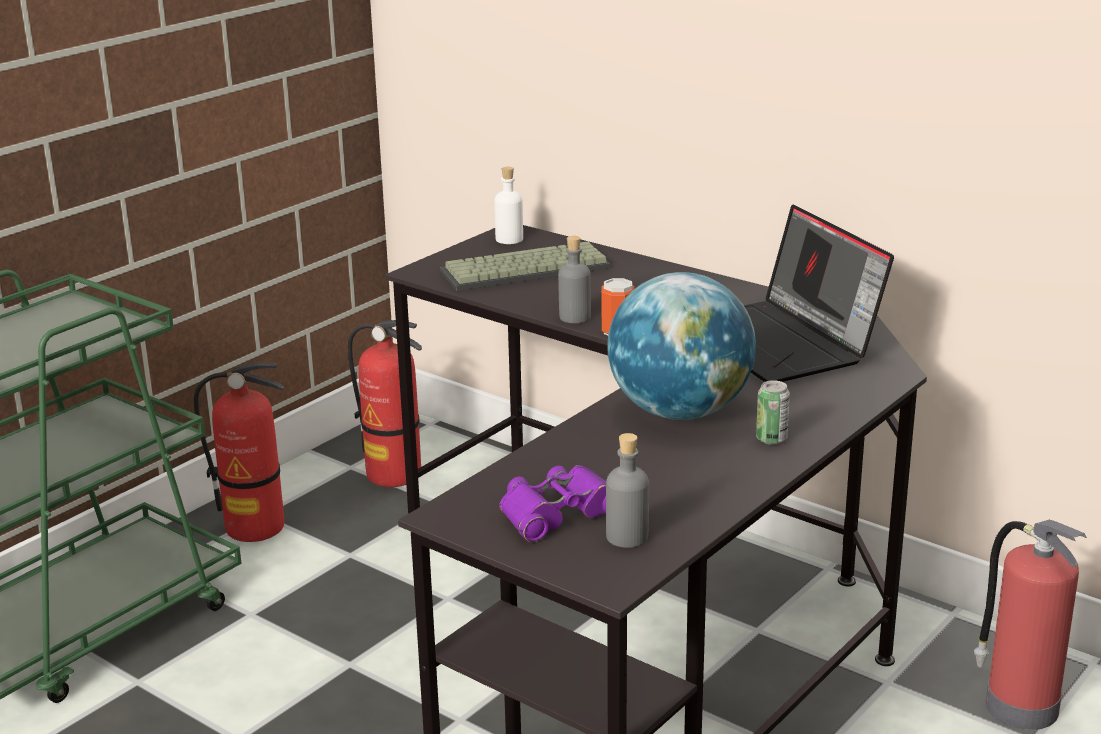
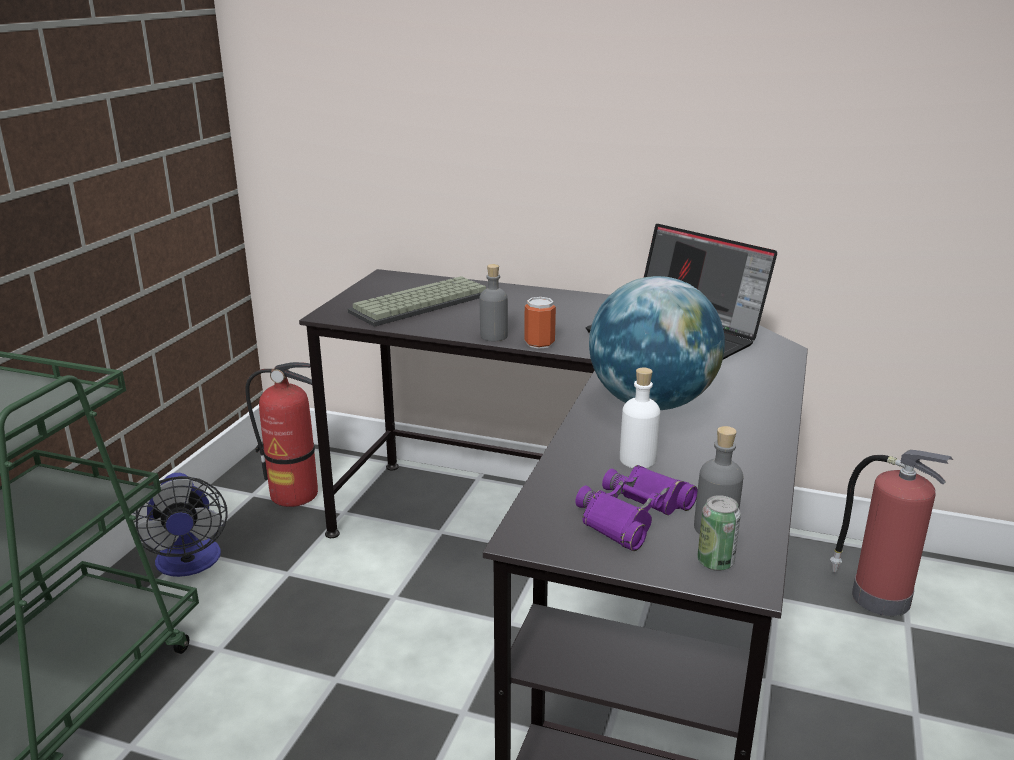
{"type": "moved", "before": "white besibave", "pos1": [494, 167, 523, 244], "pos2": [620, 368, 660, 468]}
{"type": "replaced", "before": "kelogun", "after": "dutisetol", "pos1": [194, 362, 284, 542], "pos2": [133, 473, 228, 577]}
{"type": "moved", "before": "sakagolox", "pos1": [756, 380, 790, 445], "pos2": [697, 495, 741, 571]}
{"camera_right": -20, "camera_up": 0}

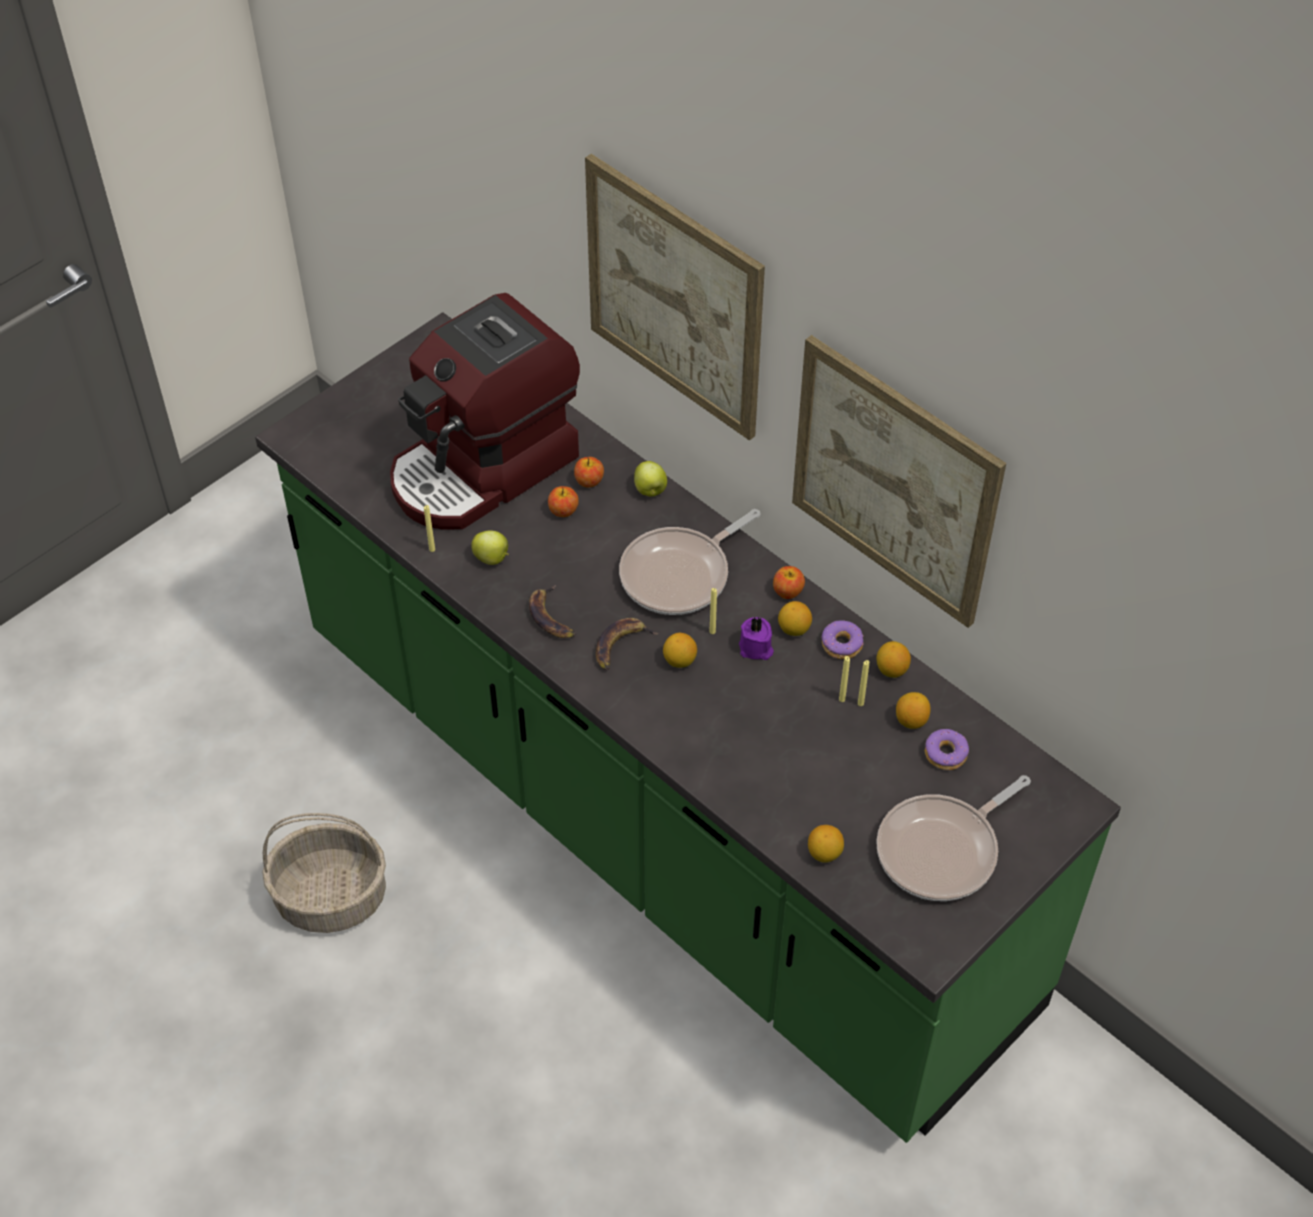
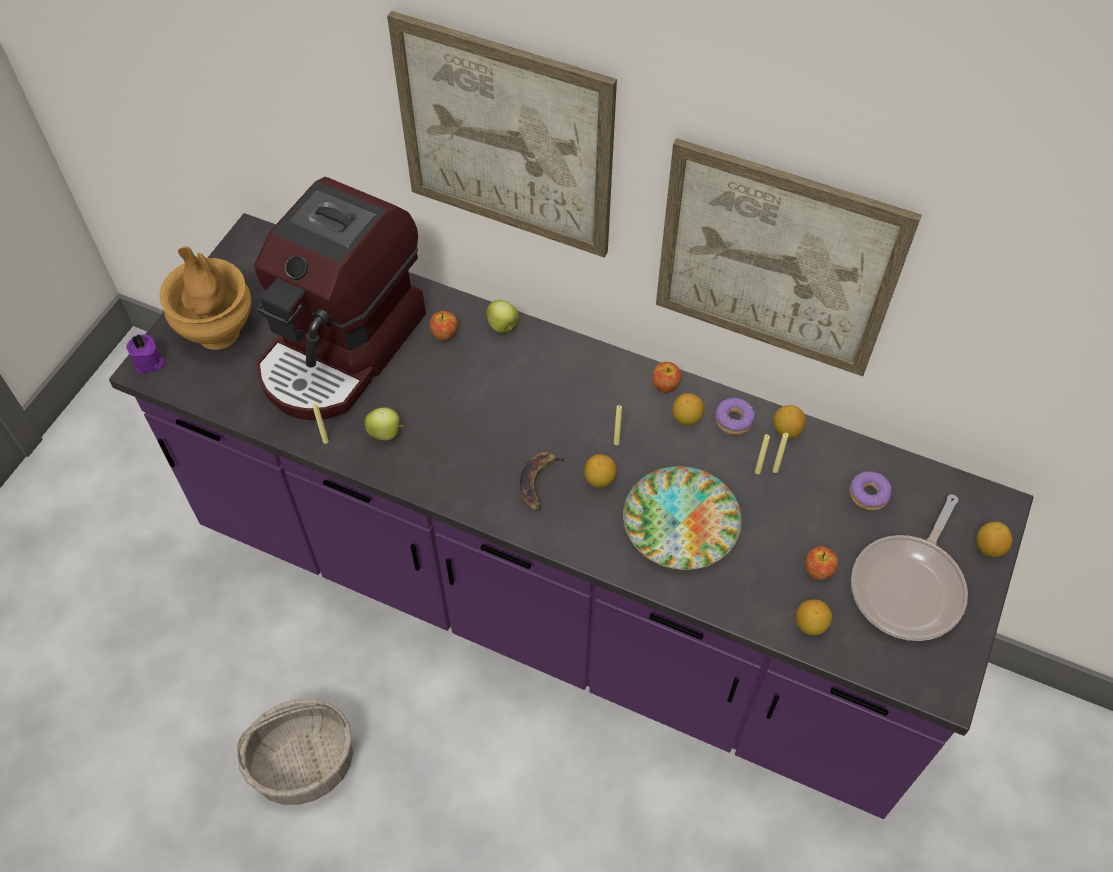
{"type": "recoloured", "before": "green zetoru", "after": "purple zetoru", "pos1": [255, 312, 1121, 1143], "pos2": [109, 213, 1034, 819]}
{"type": "moved", "before": "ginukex", "pos1": [548, 486, 579, 517], "pos2": [805, 546, 838, 580]}
{"type": "removed", "before": "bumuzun", "pos1": [619, 509, 761, 615]}
{"type": "removed", "before": "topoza", "pos1": [529, 585, 576, 638]}
{"type": "moved", "before": "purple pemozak", "pos1": [739, 617, 774, 660], "pos2": [126, 334, 165, 373]}
{"type": "moved", "before": "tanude", "pos1": [896, 692, 931, 729], "pos2": [976, 522, 1012, 557]}
{"type": "added", "after": "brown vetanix", "pos2": [159, 247, 251, 350]}
{"type": "added", "after": "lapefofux", "pos2": [623, 466, 742, 570]}
{"camera_right": -20, "camera_up": 5}

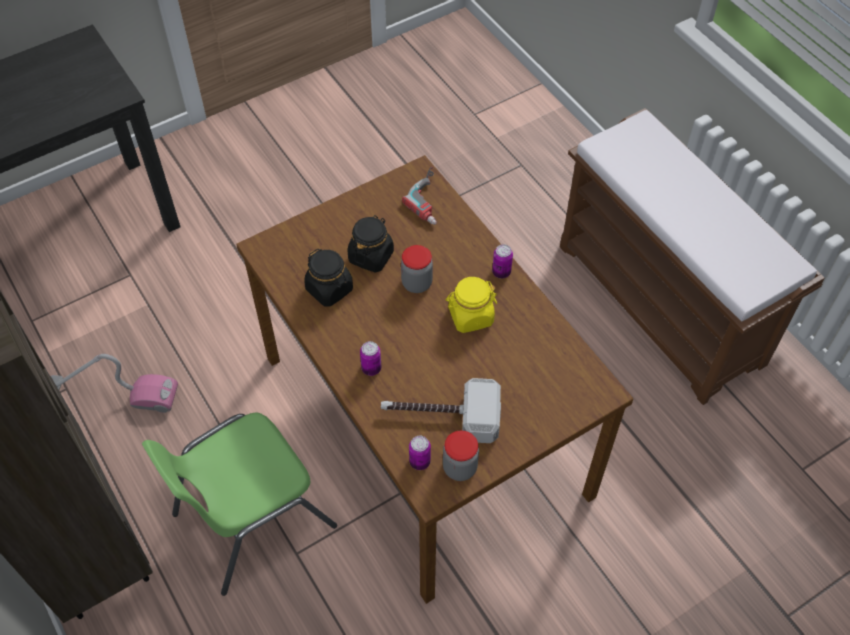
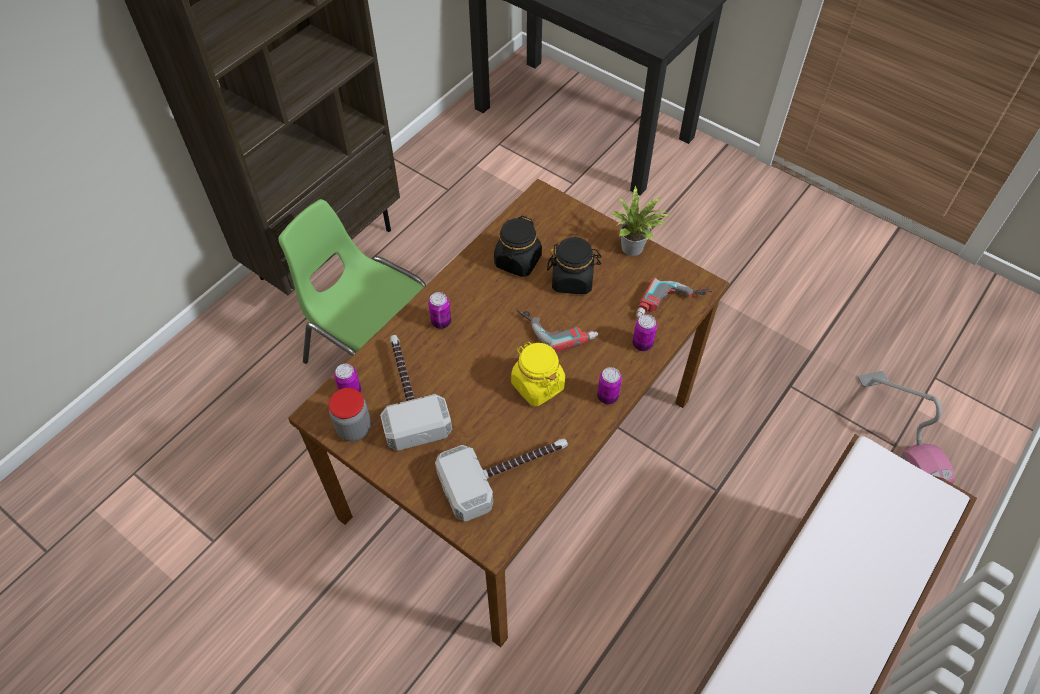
{"type": "replaced", "before": "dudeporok", "after": "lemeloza", "pos1": [401, 245, 433, 293], "pos2": [517, 309, 598, 353]}
{"type": "moved", "before": "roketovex", "pos1": [51, 354, 178, 413], "pos2": [858, 371, 955, 483]}
{"type": "added", "after": "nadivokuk", "pos2": [612, 186, 670, 256]}
{"type": "added", "after": "sakagolox", "pos2": [633, 314, 657, 351]}
{"type": "added", "after": "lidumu", "pos2": [435, 439, 568, 521]}
{"camera_right": 70, "camera_up": 0}

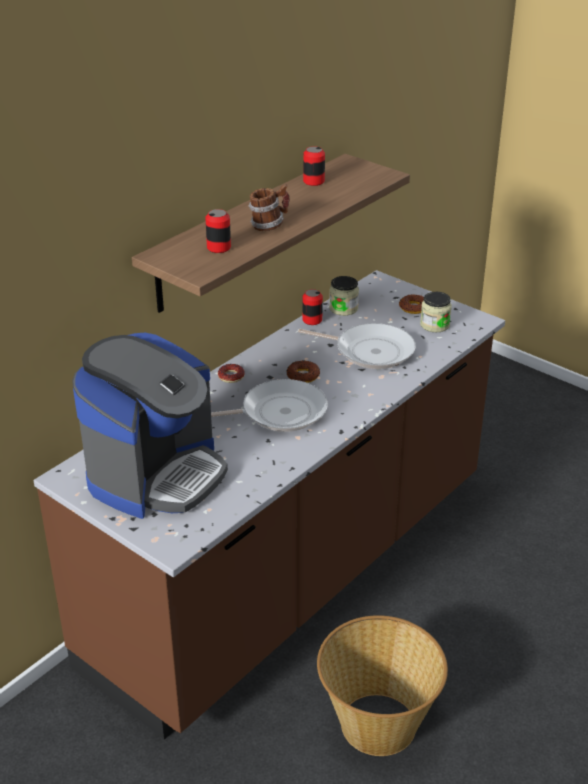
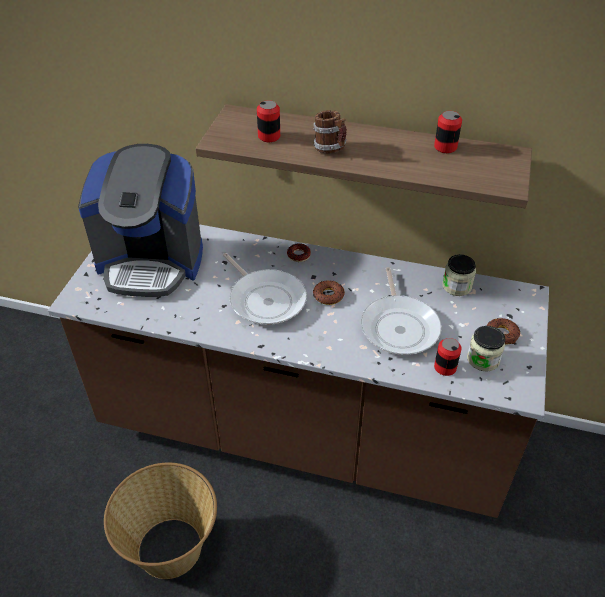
{"type": "moved", "before": "sakagolox", "pos1": [303, 289, 323, 325], "pos2": [434, 338, 462, 376]}
{"camera_right": 65, "camera_up": 10}

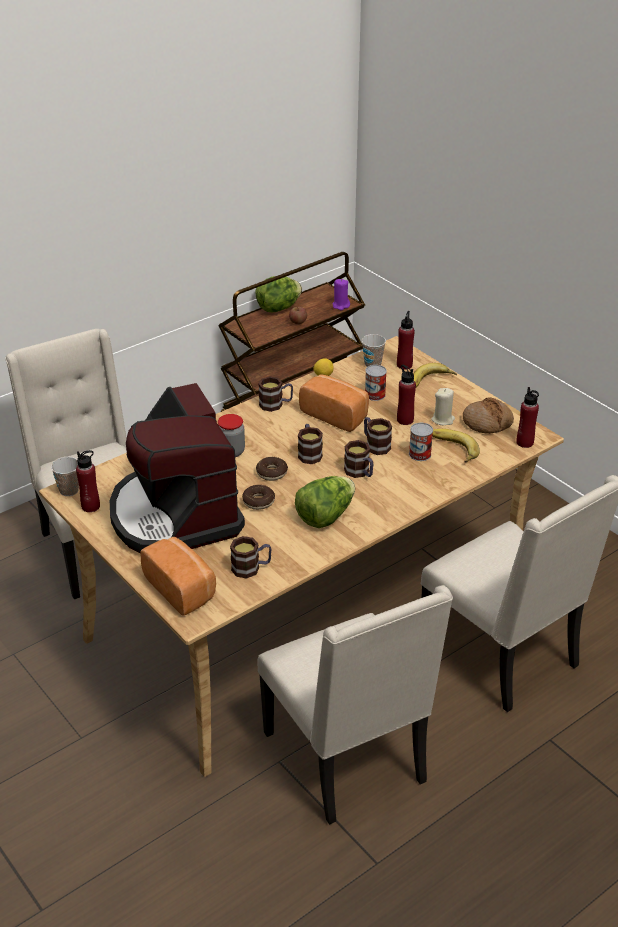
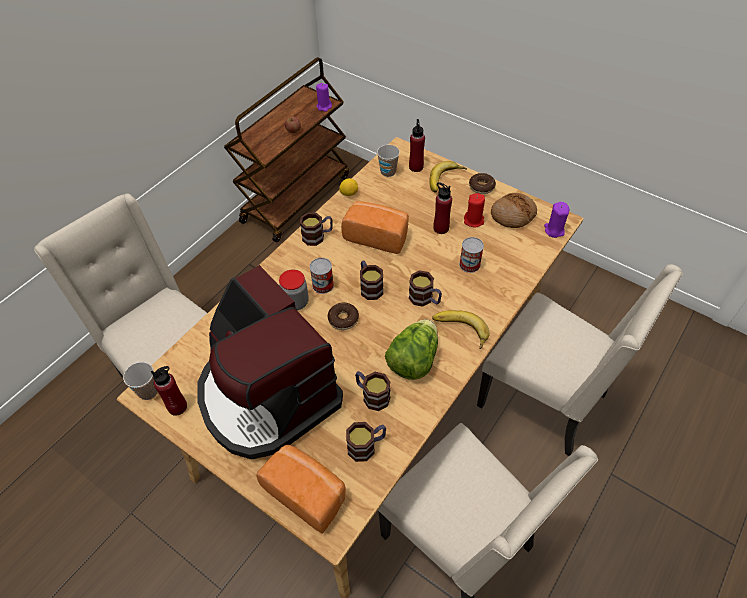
{"type": "removed", "before": "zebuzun", "pos1": [255, 276, 302, 312]}
{"type": "moved", "before": "sakagolox", "pos1": [365, 365, 387, 401], "pos2": [310, 258, 334, 294]}
{"type": "replaced", "before": "red besibave", "after": "purple pemozak", "pos1": [516, 387, 539, 448], "pos2": [544, 202, 569, 238]}
{"type": "recoloured", "before": "beige pemozak", "after": "red pemozak", "pos1": [431, 388, 455, 426], "pos2": [464, 193, 485, 227]}
{"type": "moved", "before": "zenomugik", "pos1": [364, 417, 392, 455], "pos2": [355, 371, 391, 411]}
{"type": "moved", "before": "topoza", "pos1": [432, 429, 480, 463], "pos2": [432, 310, 490, 349]}
{"type": "moved", "before": "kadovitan", "pos1": [242, 485, 275, 510], "pos2": [469, 173, 496, 194]}
{"camera_right": -15, "camera_up": 15}

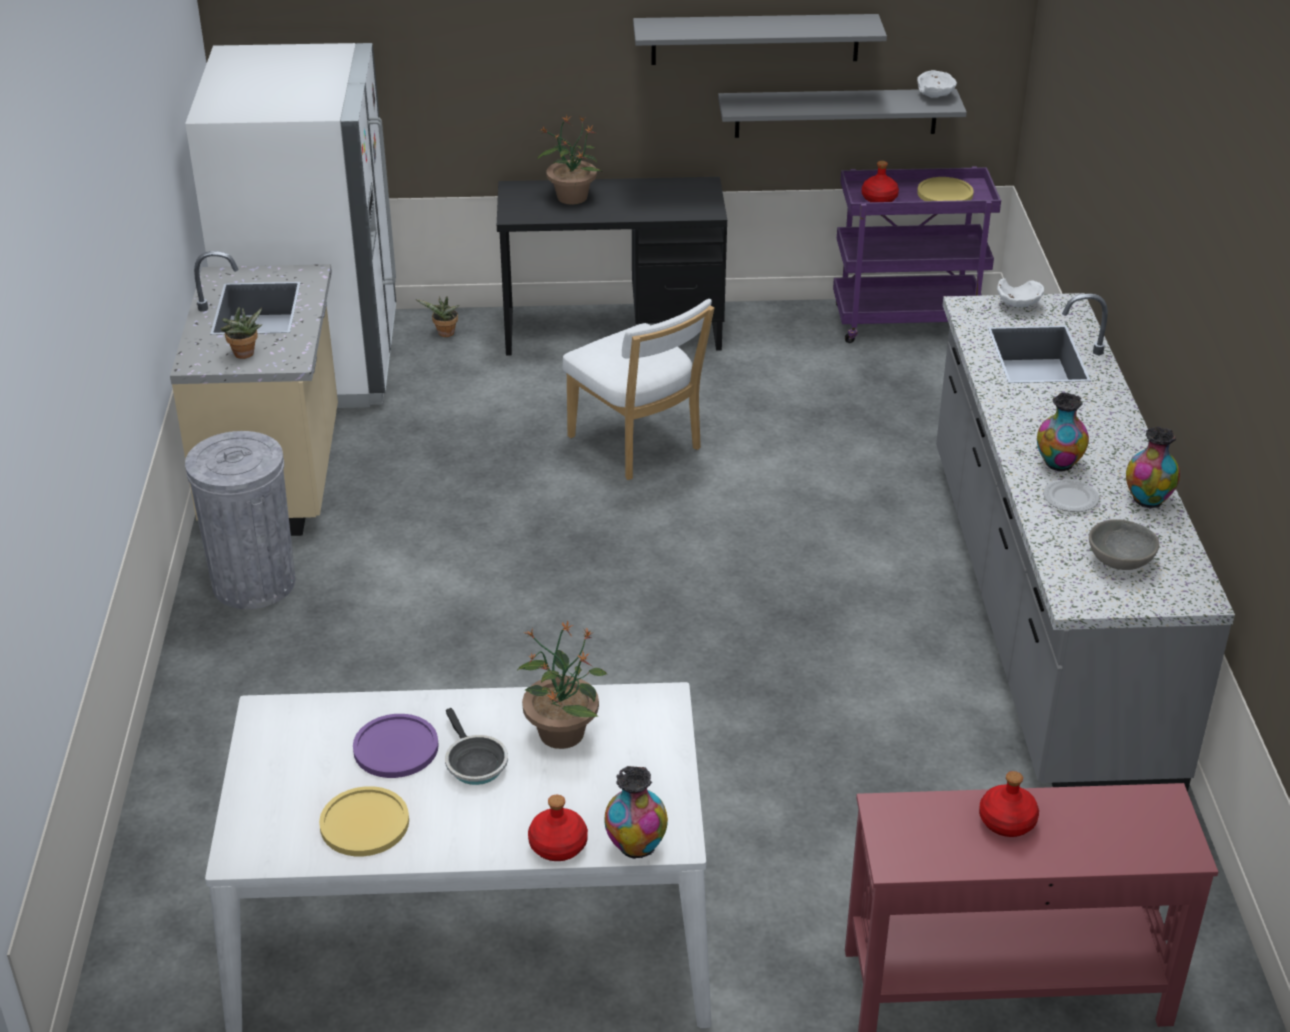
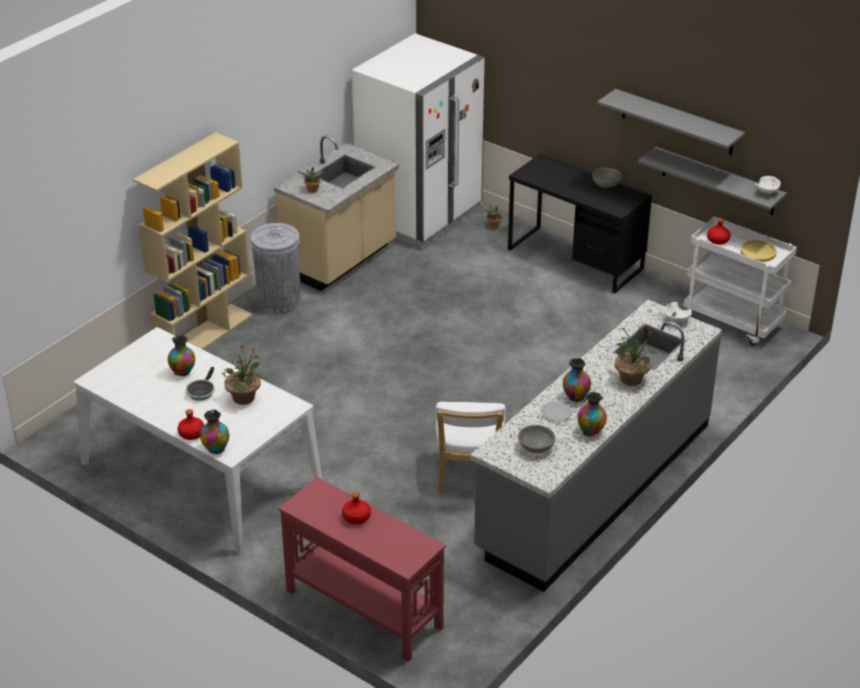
{"type": "moved", "before": "nadivokuk", "pos1": [537, 114, 601, 204], "pos2": [614, 326, 657, 386]}
{"type": "recoloured", "before": "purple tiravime", "after": "white tiravime", "pos1": [833, 166, 1001, 343], "pos2": [683, 217, 797, 346]}
{"type": "moved", "before": "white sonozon", "pos1": [562, 299, 714, 480], "pos2": [435, 402, 506, 493]}
{"type": "replaced", "before": "purple lapefofux", "after": "vetanix", "pos1": [353, 714, 439, 778], "pos2": [168, 335, 195, 376]}
{"type": "removed", "before": "yellow lapefofux", "pos1": [319, 786, 409, 856]}
{"type": "added", "after": "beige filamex", "pos2": [133, 132, 253, 350]}
{"type": "added", "after": "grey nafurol", "pos2": [592, 168, 622, 188]}
{"camera_right": 40, "camera_up": 0}

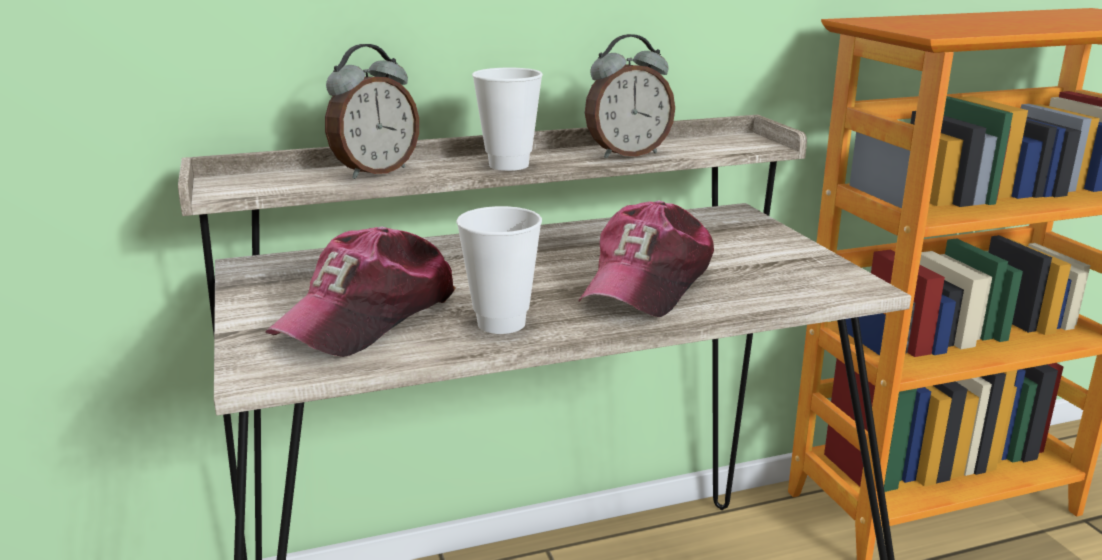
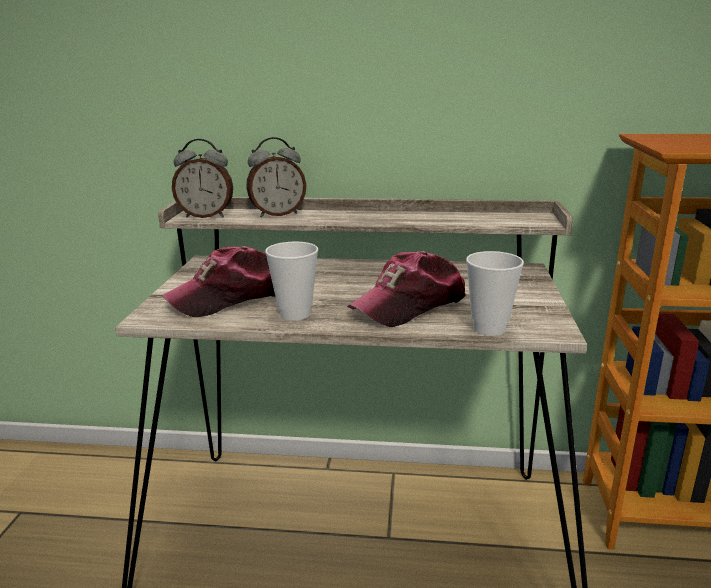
{"type": "moved", "before": "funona", "pos1": [585, 34, 675, 159], "pos2": [172, 139, 233, 218]}
{"type": "moved", "before": "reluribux", "pos1": [472, 68, 543, 171], "pos2": [466, 251, 524, 336]}
{"camera_right": 25, "camera_up": 0}

